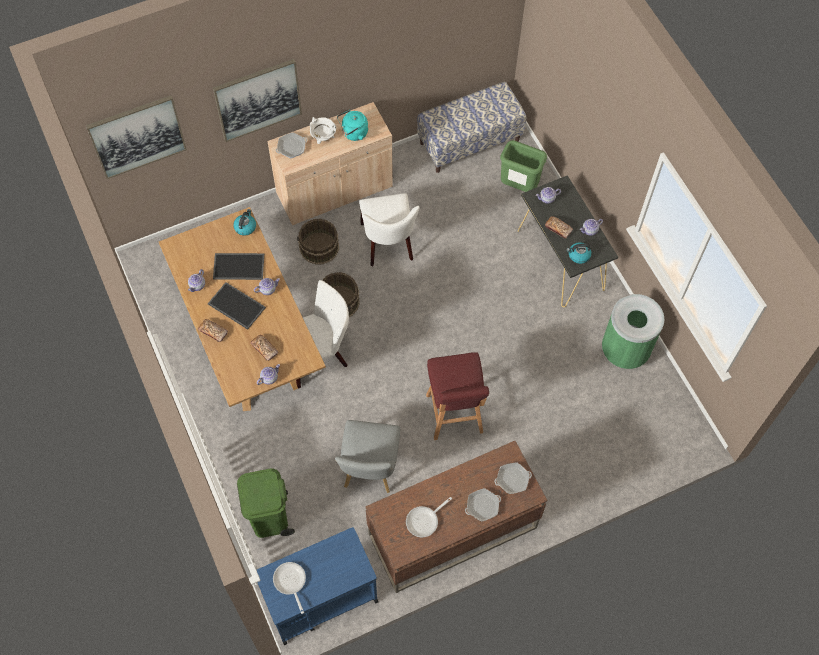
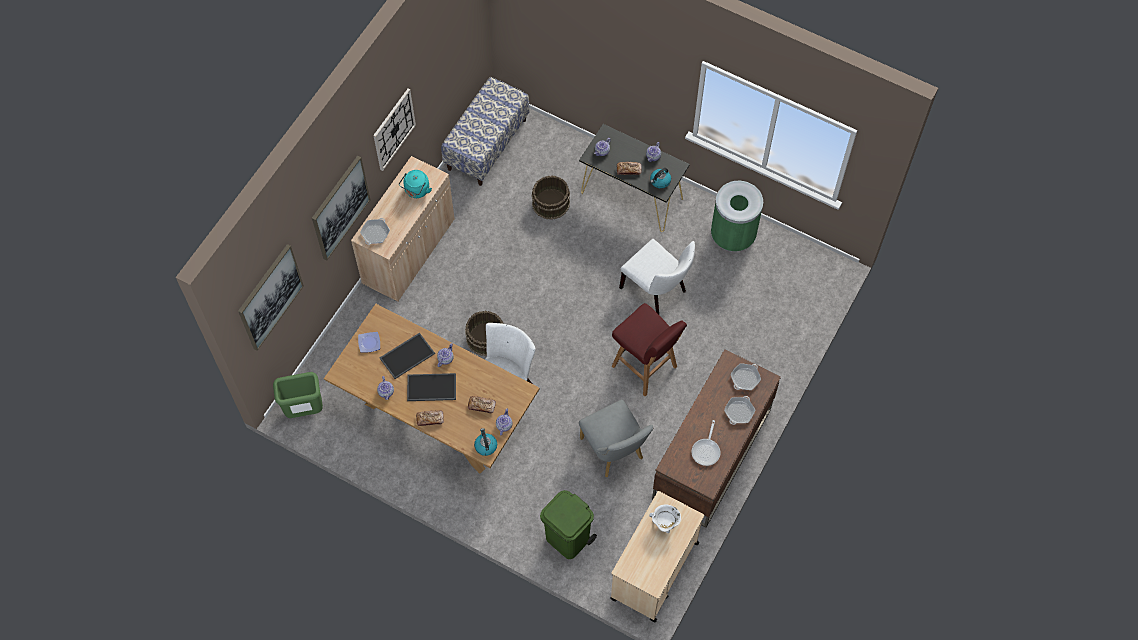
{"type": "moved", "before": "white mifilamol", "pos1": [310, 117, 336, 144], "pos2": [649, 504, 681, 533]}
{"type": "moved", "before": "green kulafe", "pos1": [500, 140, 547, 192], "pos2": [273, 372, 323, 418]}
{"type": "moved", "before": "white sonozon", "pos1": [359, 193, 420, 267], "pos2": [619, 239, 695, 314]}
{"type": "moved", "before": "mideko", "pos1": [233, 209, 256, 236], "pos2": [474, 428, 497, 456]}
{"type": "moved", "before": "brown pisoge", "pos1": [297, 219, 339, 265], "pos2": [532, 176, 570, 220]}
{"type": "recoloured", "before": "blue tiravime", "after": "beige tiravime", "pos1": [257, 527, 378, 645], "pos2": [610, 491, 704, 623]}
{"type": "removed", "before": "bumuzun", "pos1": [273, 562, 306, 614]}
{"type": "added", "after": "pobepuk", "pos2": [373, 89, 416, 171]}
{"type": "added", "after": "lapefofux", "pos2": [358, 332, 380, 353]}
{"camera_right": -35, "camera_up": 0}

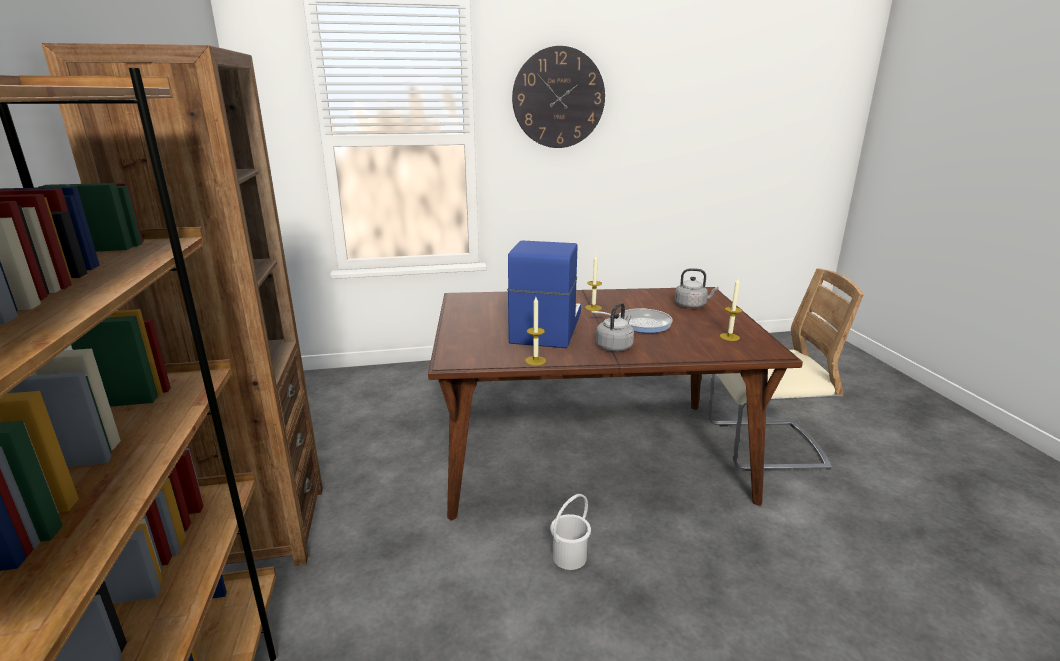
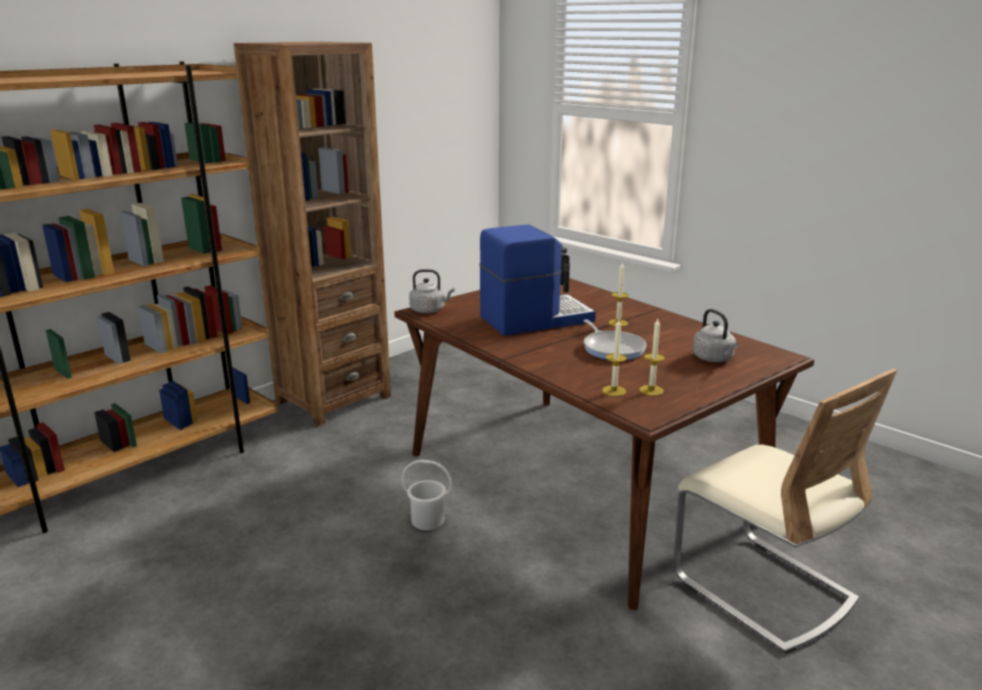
{"type": "removed", "before": "pobepuk", "pos1": [512, 46, 605, 148]}
{"type": "moved", "before": "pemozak", "pos1": [525, 297, 546, 366], "pos2": [602, 319, 627, 396]}
{"type": "moved", "before": "grey mideko", "pos1": [596, 302, 634, 352], "pos2": [409, 269, 454, 313]}
{"camera_right": 55, "camera_up": 0}

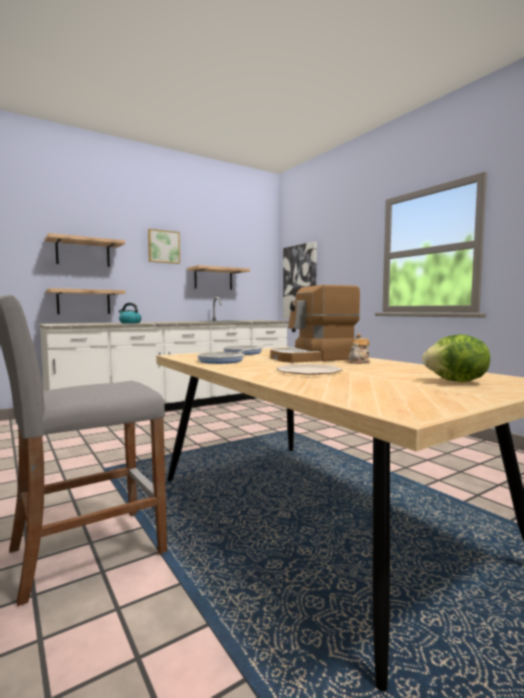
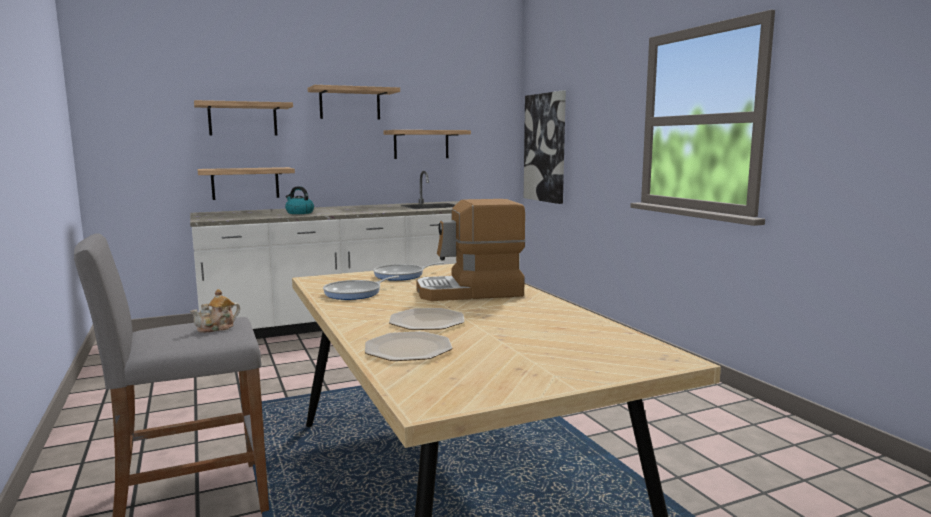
{"type": "replaced", "before": "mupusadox", "after": "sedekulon", "pos1": [148, 229, 180, 264], "pos2": [308, 85, 400, 120]}
{"type": "moved", "before": "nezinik", "pos1": [348, 333, 370, 364], "pos2": [190, 289, 240, 333]}
{"type": "removed", "before": "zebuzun", "pos1": [422, 334, 490, 382]}
{"type": "added", "after": "lapefofux", "pos2": [365, 331, 452, 361]}
{"camera_right": 10, "camera_up": 5}

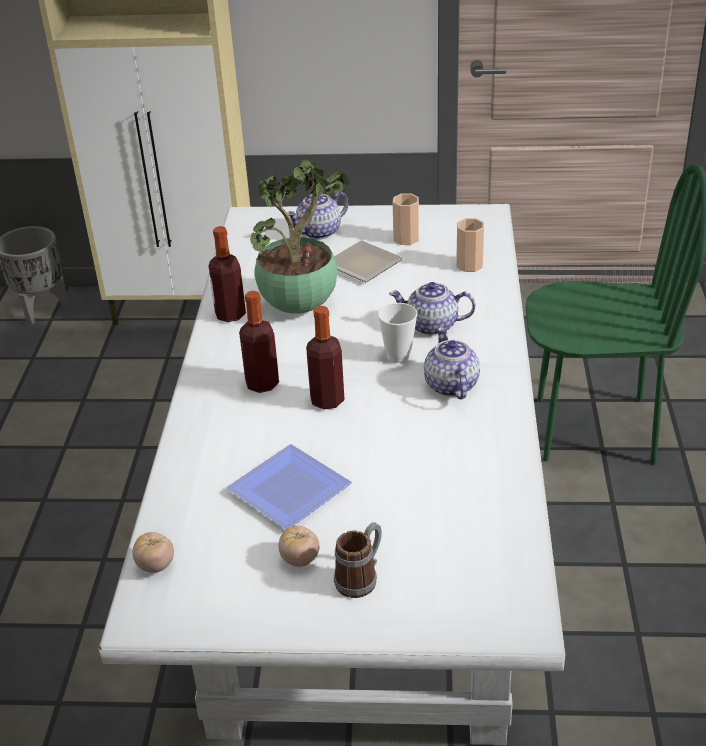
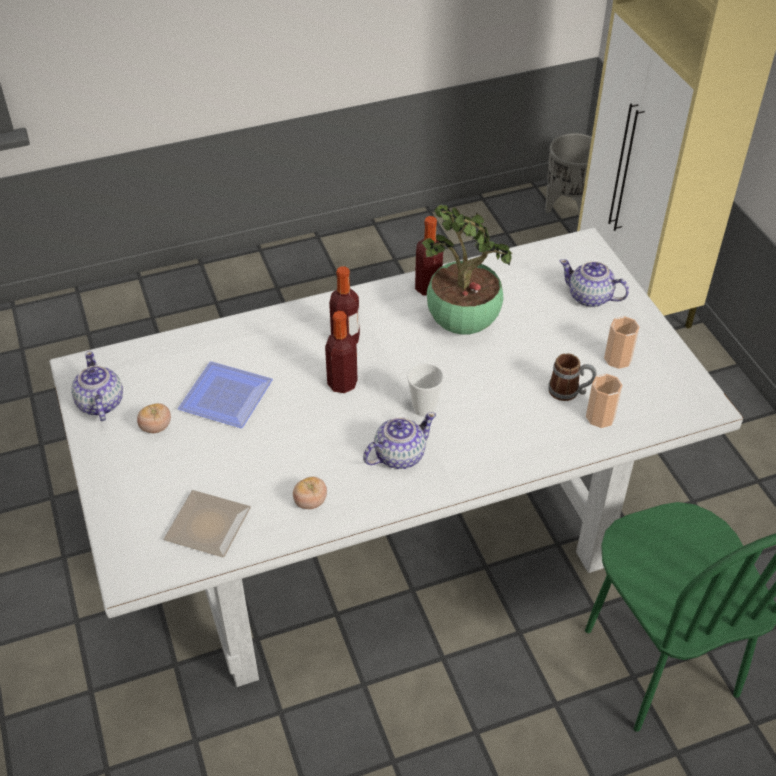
{"type": "moved", "before": "lapefofux", "pos1": [334, 240, 404, 282], "pos2": [163, 490, 251, 557]}
{"type": "moved", "before": "nezinik", "pos1": [389, 282, 475, 335], "pos2": [71, 351, 123, 421]}
{"type": "moved", "before": "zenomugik", "pos1": [334, 522, 382, 598], "pos2": [548, 353, 596, 401]}
{"type": "moved", "before": "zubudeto", "pos1": [132, 532, 174, 573], "pos2": [293, 477, 327, 509]}
{"camera_right": 65, "camera_up": 10}

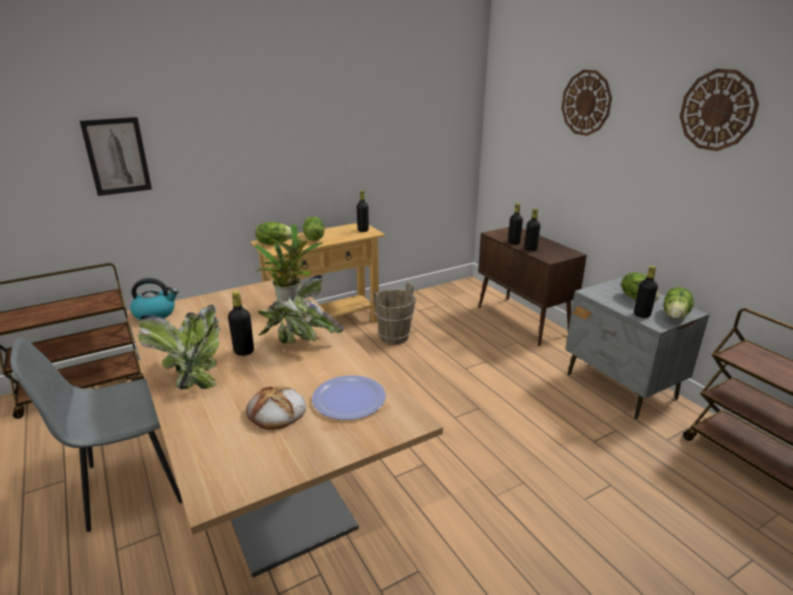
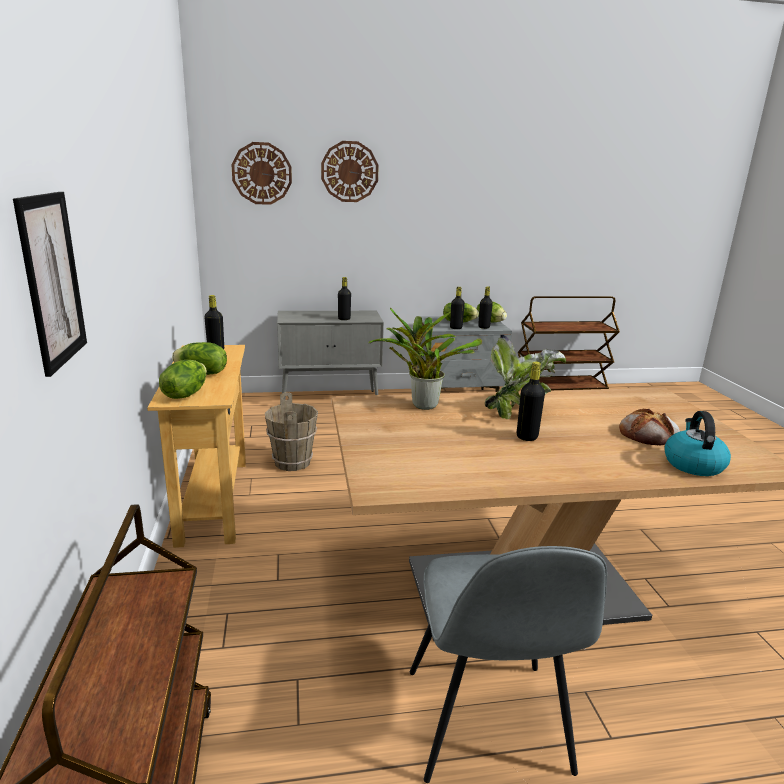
{"type": "moved", "before": "pobepuk", "pos1": [680, 69, 759, 151], "pos2": [231, 142, 292, 205]}
{"type": "moved", "before": "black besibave", "pos1": [508, 203, 523, 245], "pos2": [450, 287, 465, 329]}
{"type": "recoloured", "before": "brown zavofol", "after": "grey zavofol", "pos1": [478, 227, 587, 346], "pos2": [277, 311, 384, 400]}
{"type": "moved", "before": "mideko", "pos1": [130, 278, 179, 320], "pos2": [664, 411, 731, 476]}
{"type": "removed", "before": "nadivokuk", "pos1": [137, 305, 222, 389]}
{"type": "removed", "before": "lapefofux", "pos1": [312, 375, 386, 420]}
{"camera_right": -70, "camera_up": -5}

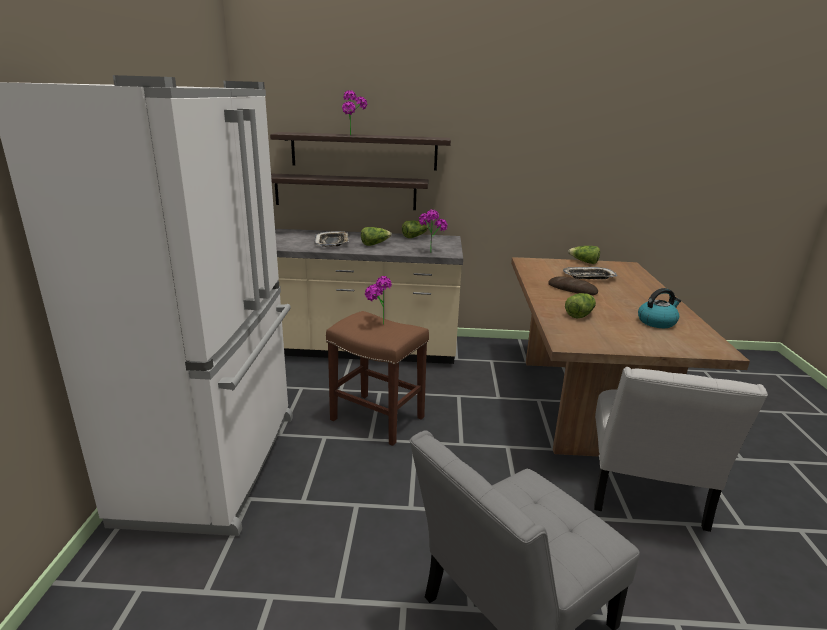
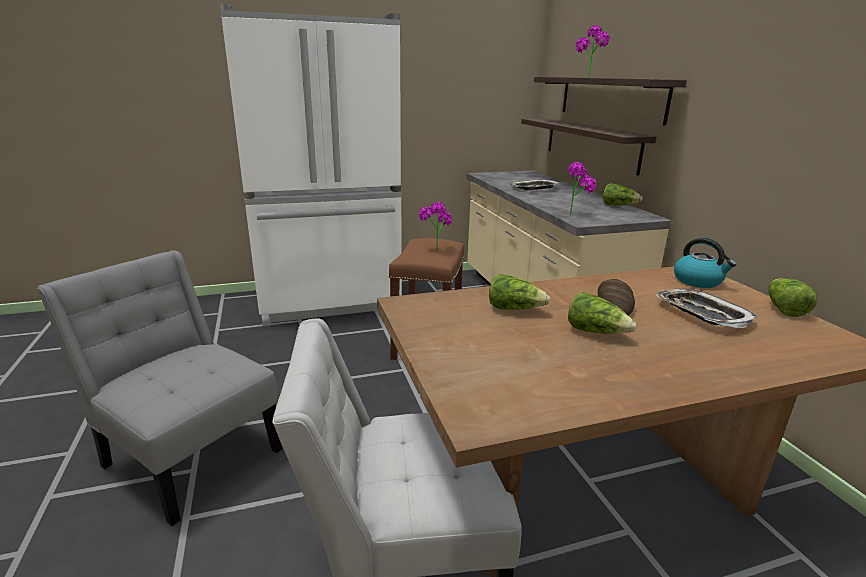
{"type": "moved", "before": "zebuzun", "pos1": [361, 227, 392, 246], "pos2": [568, 292, 636, 334]}
{"type": "moved", "before": "mideko", "pos1": [638, 288, 681, 328], "pos2": [674, 238, 736, 288]}
{"camera_right": 70, "camera_up": 0}

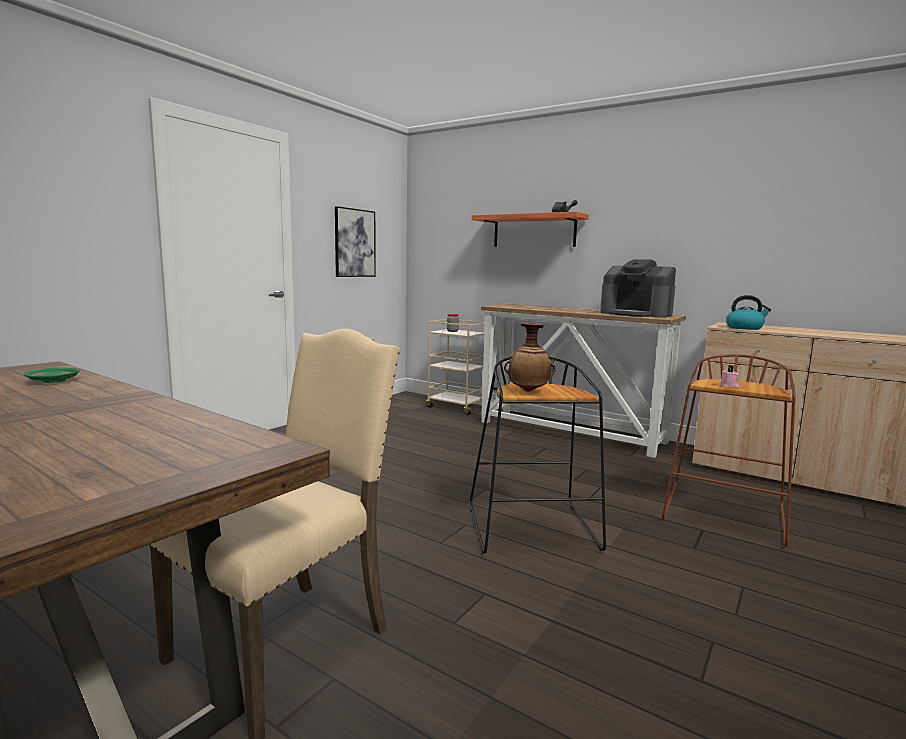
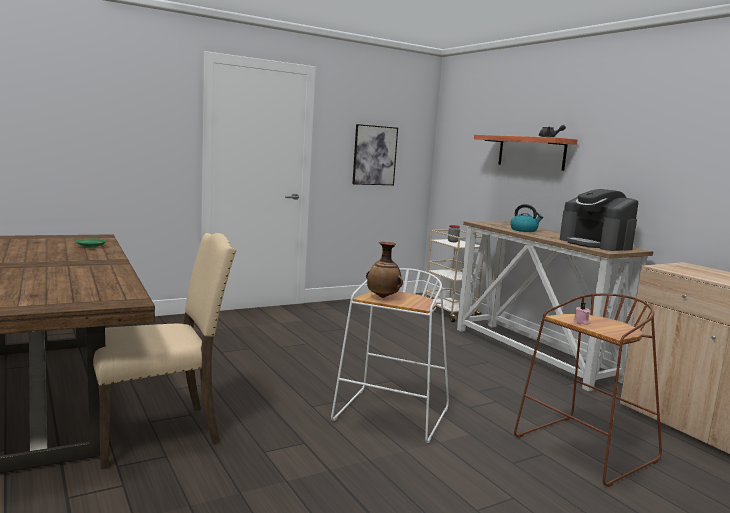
{"type": "moved", "before": "mideko", "pos1": [726, 295, 771, 330], "pos2": [510, 204, 543, 232]}
{"type": "recoloured", "before": "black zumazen", "after": "white zumazen", "pos1": [470, 357, 606, 554], "pos2": [331, 268, 449, 443]}
{"camera_right": 25, "camera_up": 0}

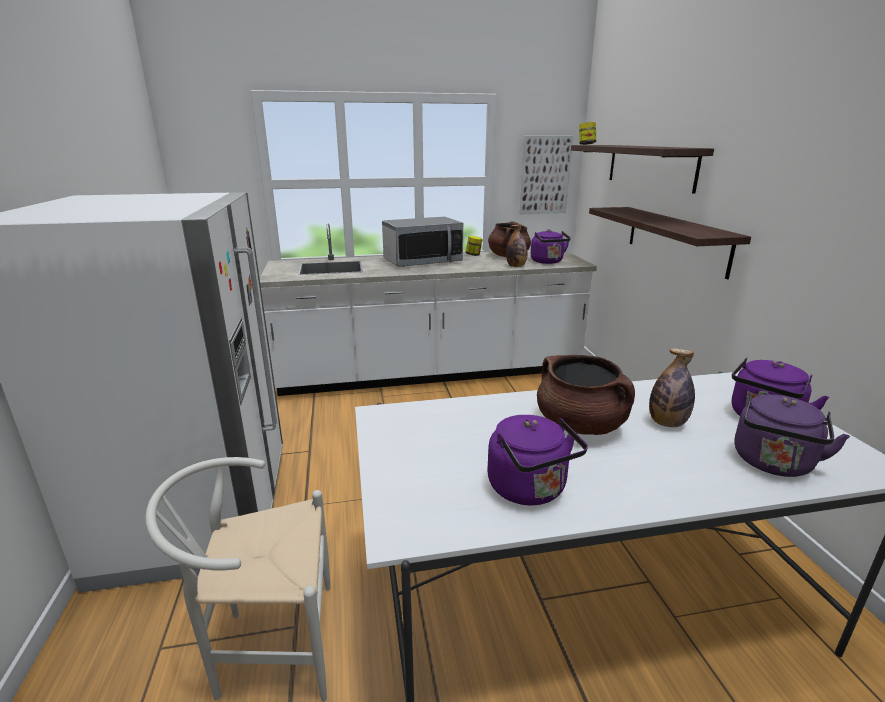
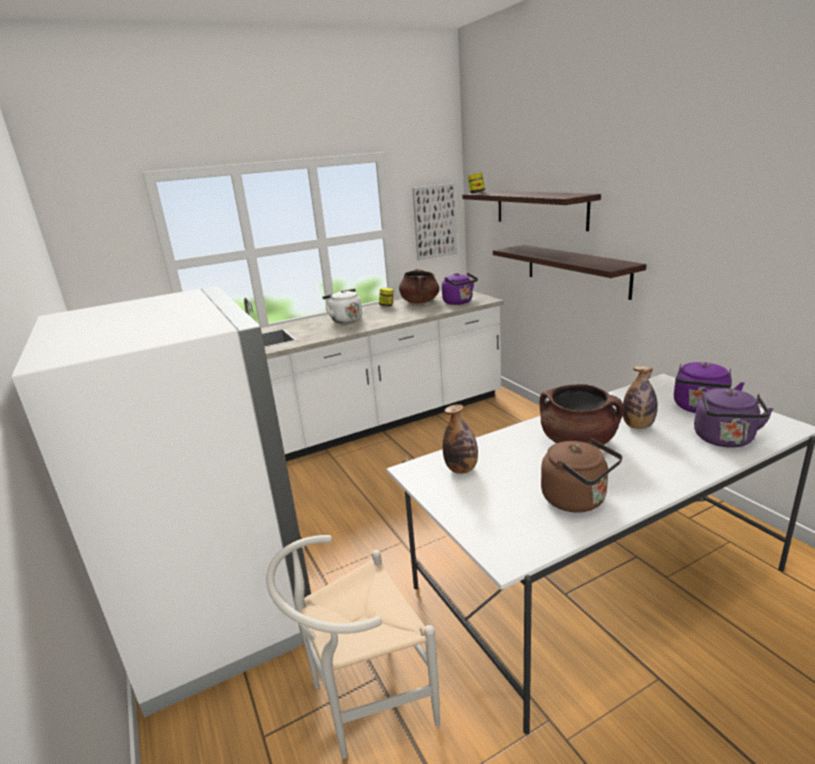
{"type": "replaced", "before": "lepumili", "after": "white mideko", "pos1": [382, 216, 463, 267], "pos2": [323, 289, 362, 323]}
{"type": "moved", "before": "besibave", "pos1": [506, 224, 528, 267], "pos2": [443, 404, 478, 474]}
{"type": "recoloured", "before": "purple mideko", "after": "brown mideko", "pos1": [487, 415, 588, 506], "pos2": [541, 439, 622, 513]}
{"camera_right": -15, "camera_up": 0}

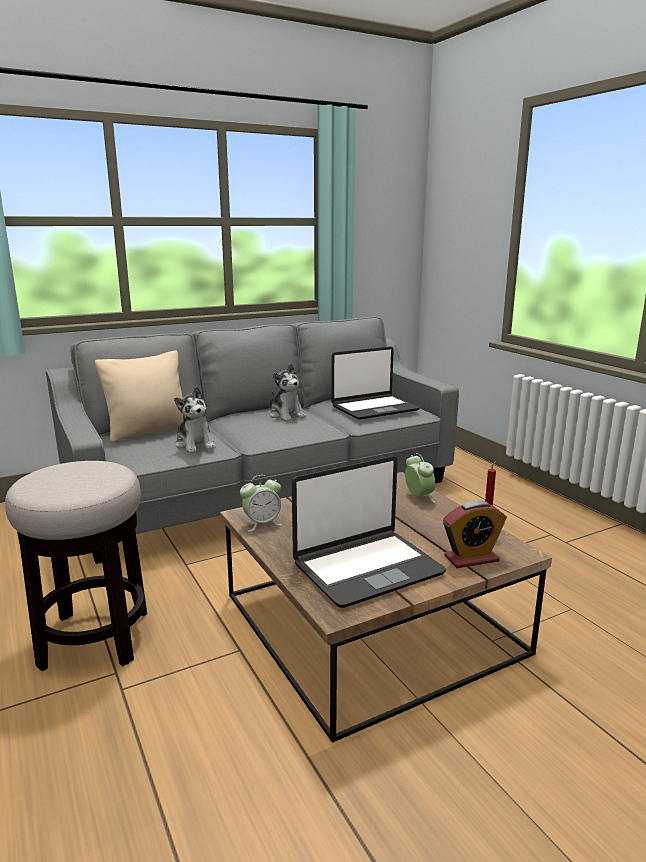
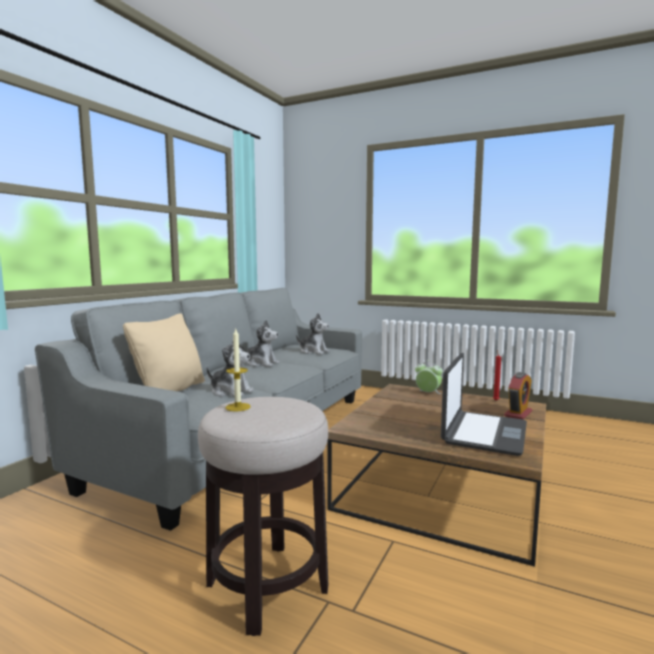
{"type": "replaced", "before": "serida", "after": "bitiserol", "pos1": [331, 347, 420, 420], "pos2": [296, 313, 330, 354]}
{"type": "removed", "before": "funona", "pos1": [240, 475, 282, 532]}
{"type": "added", "after": "pemozak", "pos2": [225, 329, 251, 412]}
{"camera_right": -35, "camera_up": -10}

